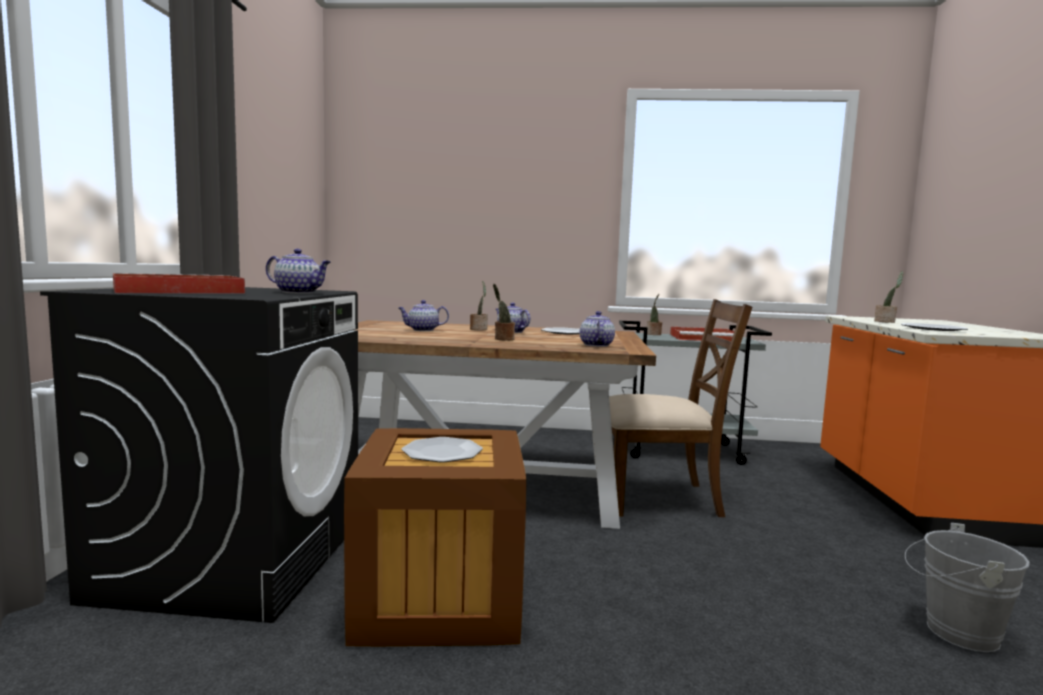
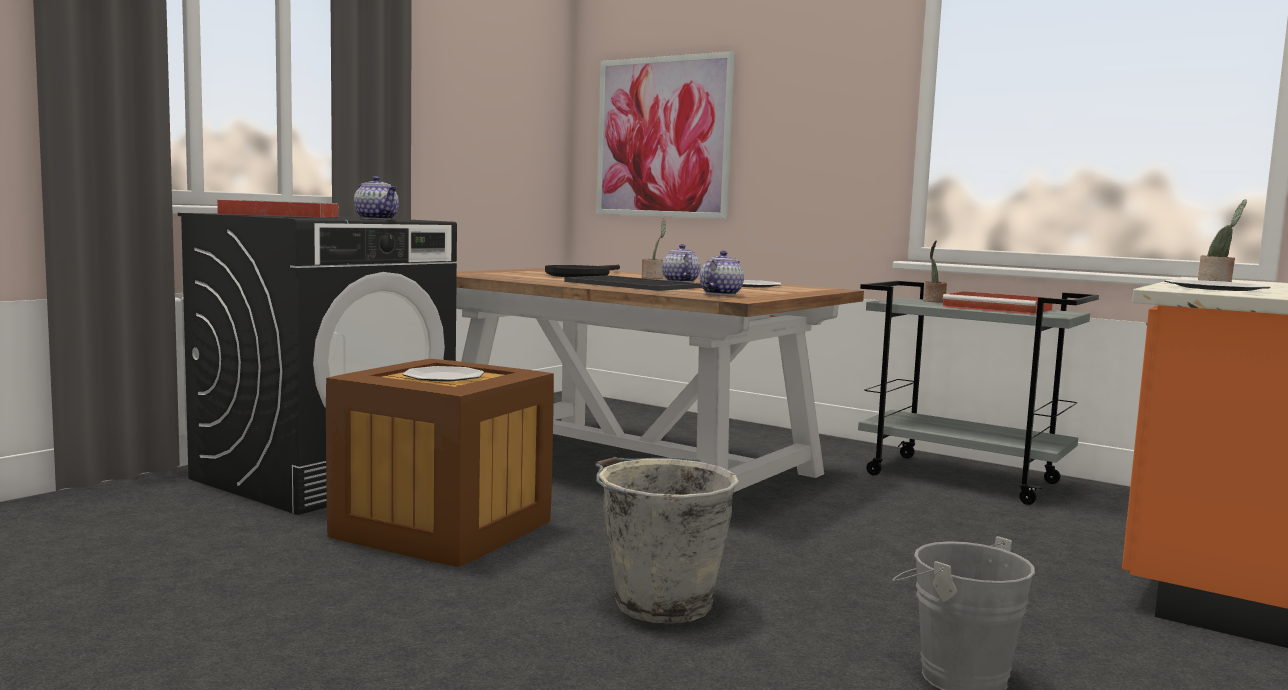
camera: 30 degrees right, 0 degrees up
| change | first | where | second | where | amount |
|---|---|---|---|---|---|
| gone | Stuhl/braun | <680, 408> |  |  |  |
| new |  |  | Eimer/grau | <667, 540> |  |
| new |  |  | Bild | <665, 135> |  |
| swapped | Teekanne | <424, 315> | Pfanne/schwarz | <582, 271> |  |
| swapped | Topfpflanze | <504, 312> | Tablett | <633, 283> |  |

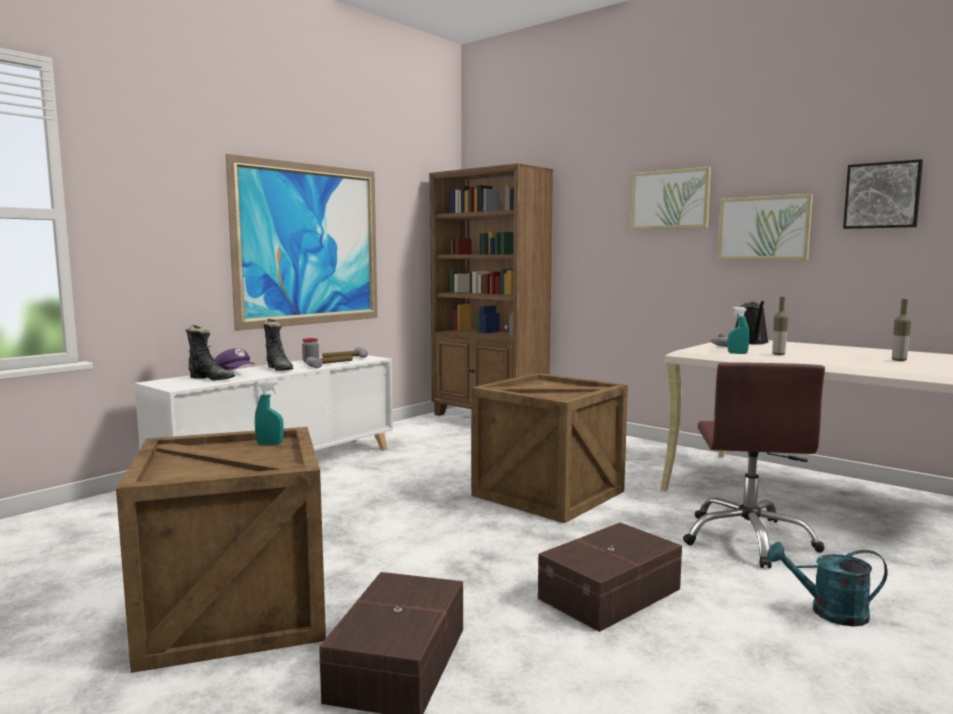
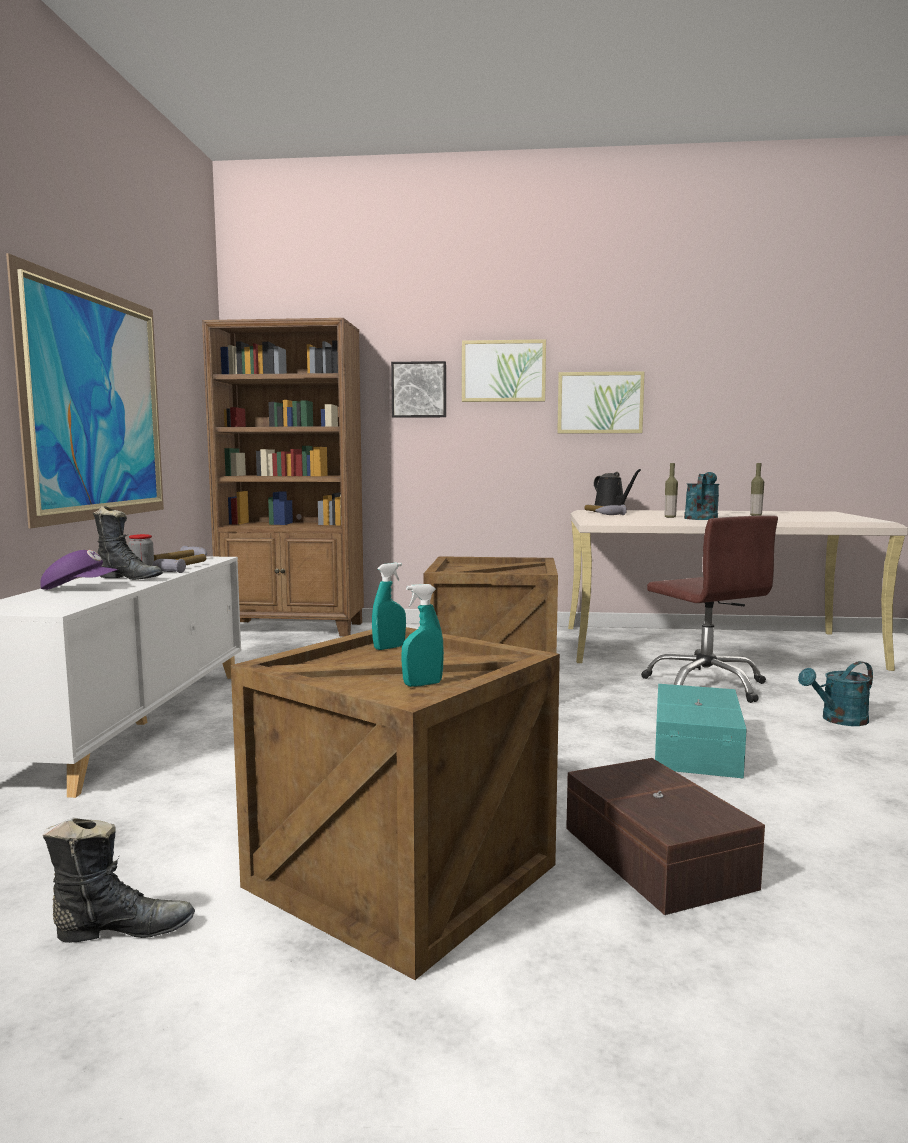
camera: 35 degrees left, 0 degrees up
| change | first | where | second | where | amount |
|---|---|---|---|---|---|
| new |  |  | Gießkanne/türkis | <702, 496> |  |
| shifted | Stiefel/schwarz | <210, 352> |  | <118, 880> |  |
| shifted | Sprühflasche/türkis | <739, 330> |  | <422, 635> |  |
| shifted | Bild | <883, 194> |  | <418, 389> |  |
| repainted | Aufbewahrungsbox/braun | <610, 577> | Aufbewahrungsbox/türkis | <701, 731> |  |

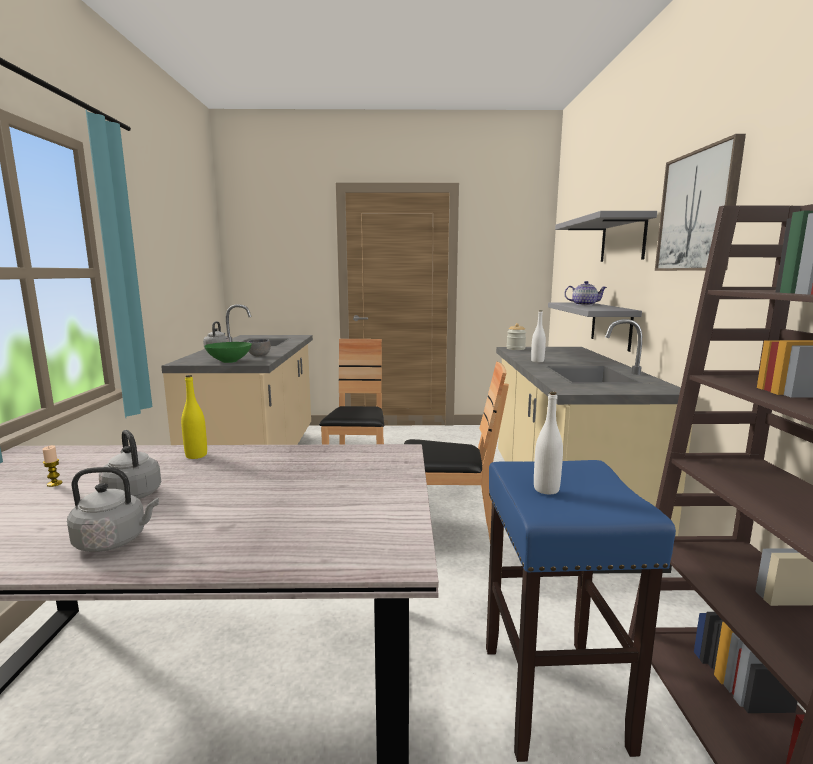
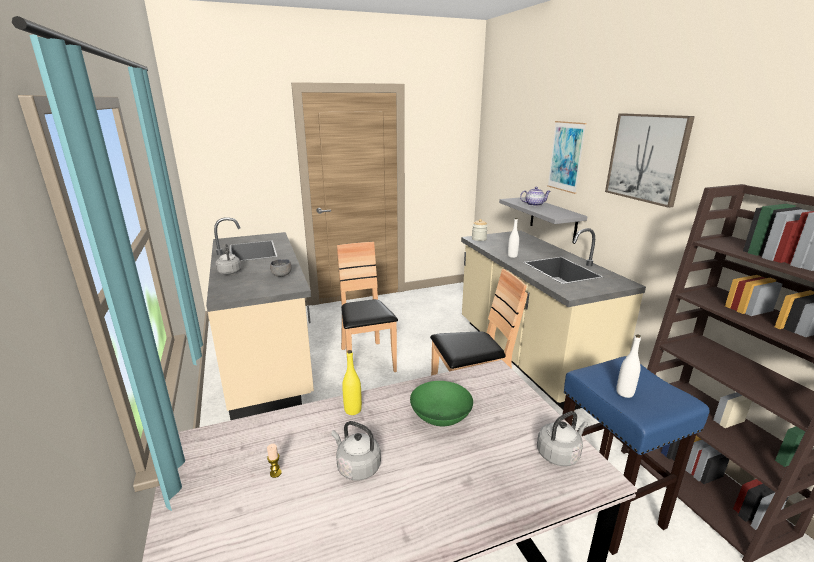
camera: 20 degrees left, 10 degrees up
| change | first | where | second | where | amount |
|---|---|---|---|---|---|
| shifted | Wasserkessel/grau | <113, 509> |  | <562, 438> |  |
| shifted | Schüssel/grün | <228, 352> |  | <441, 403> |  |
| swapped | Wandregal/grau | <606, 236> | Bild | <567, 157> |  |

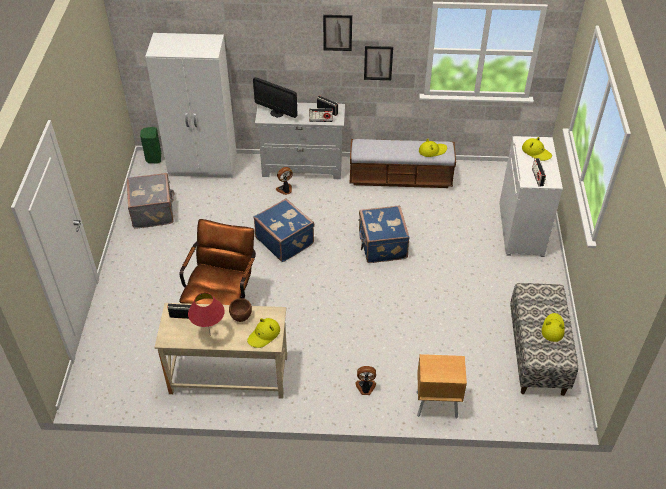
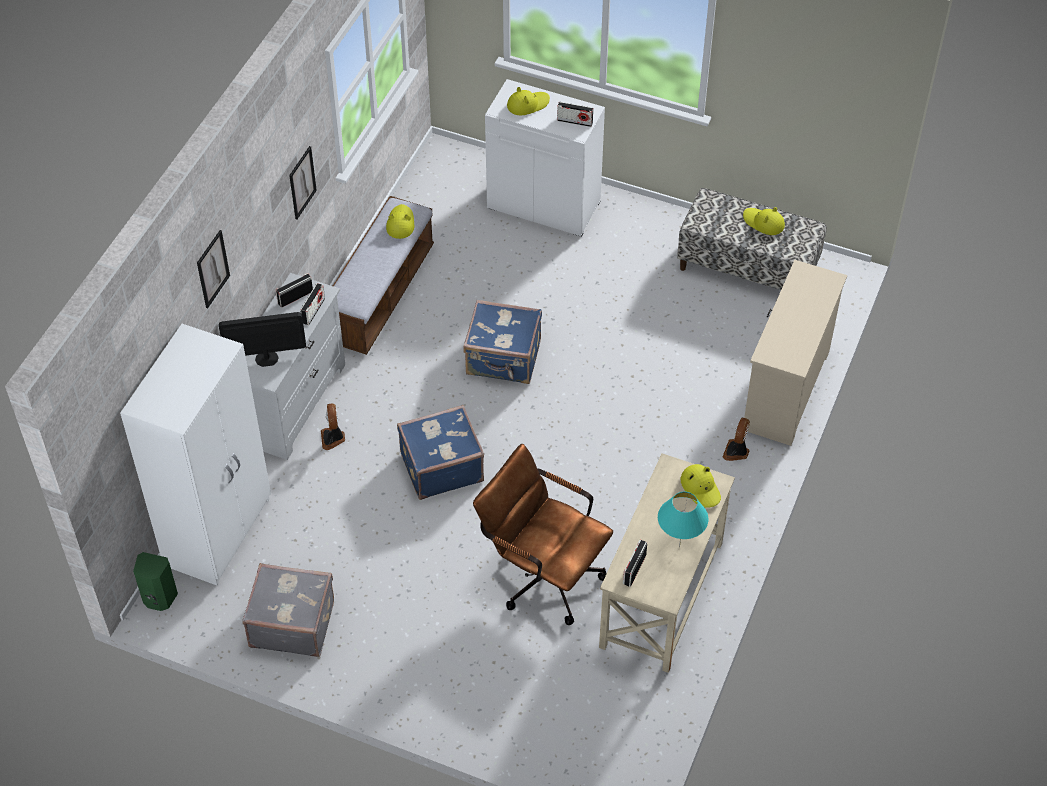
camera: 70 degrees left, 5 degrees up
| change | first | where | second | where | amount |
|---|---|---|---|---|---|
| gone | Schüssel/braun | <240, 310> |  |  |  |
| shifted | Bild | <337, 33> |  | <213, 269> |  |
| swapped | Nachttisch/braun | <441, 386> | Kommode/beige | <795, 353> |  |
| repainted | Tischlampe/rot | <206, 314> | Tischlampe/türkis | <683, 519> |  |
| rotated | Monitor | <275, 97> |  | <262, 339> | 150 degrees counterclockwise |

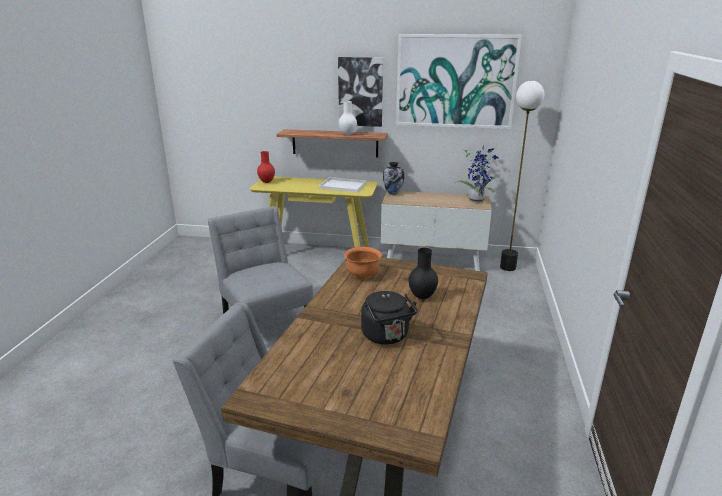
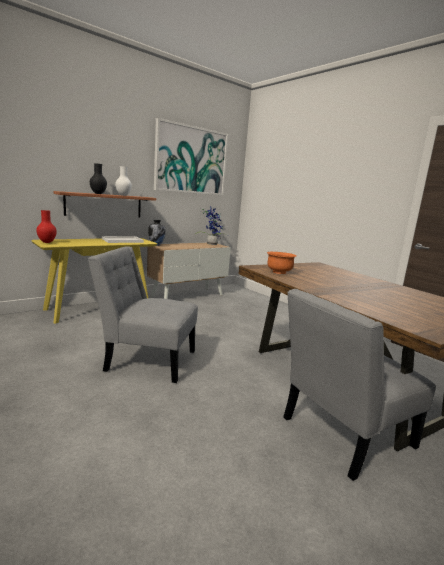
camera: 50 degrees left, 10 degrees down
| change | first | where | second | where | amount |
|---|---|---|---|---|---|
| gone | Bild | <360, 92> |  |  |  |
| gone | Wasserkessel/schwarz | <389, 318> |  |  |  |
| gone | Stehlampe | <522, 176> |  |  |  |
| shifted | Vase/schwarz | <423, 273> |  | <98, 178> |  |

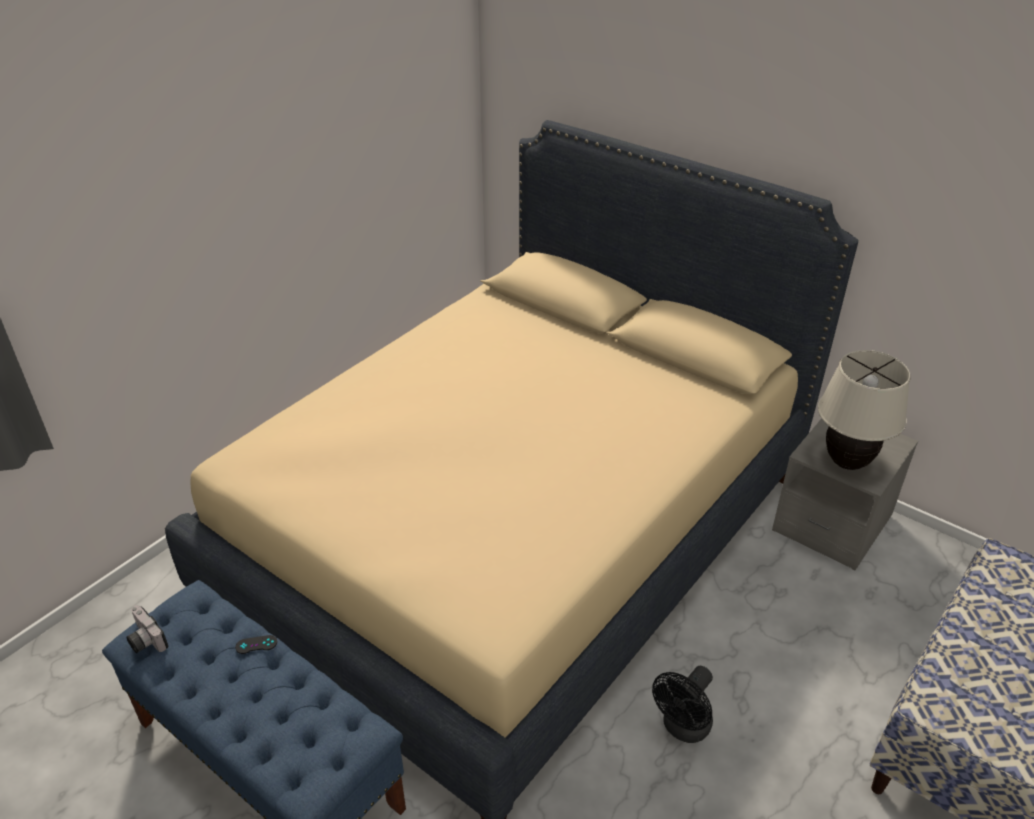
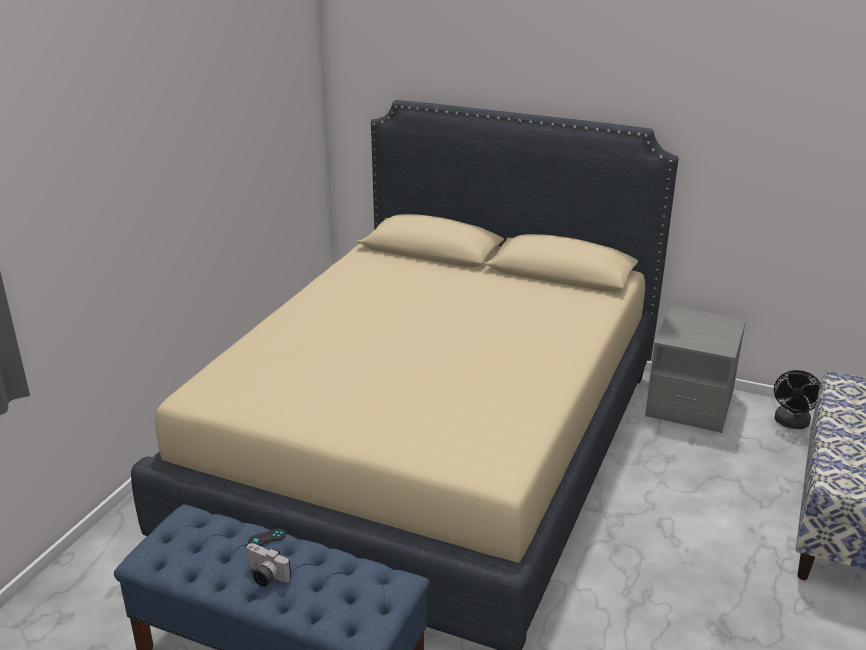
camera: 15 degrees left, 10 degrees down
| change | first | where | second | where | amount |
|---|---|---|---|---|---|
| gone | Tischlampe/beige | <864, 410> |  |  |  |
| shifted | Kamera | <147, 629> |  | <268, 565> |  |
| shifted | Ventilator/schwarz | <682, 704> |  | <797, 399> |  |

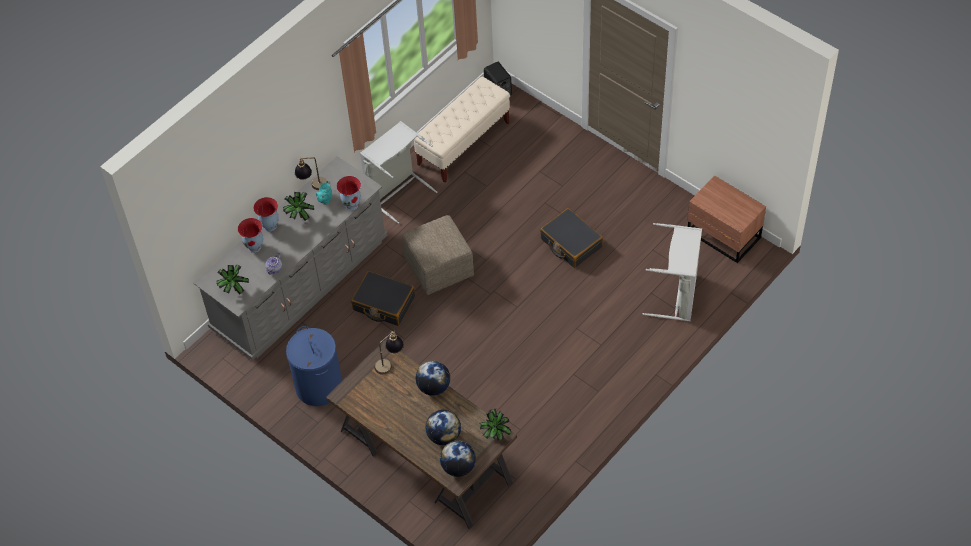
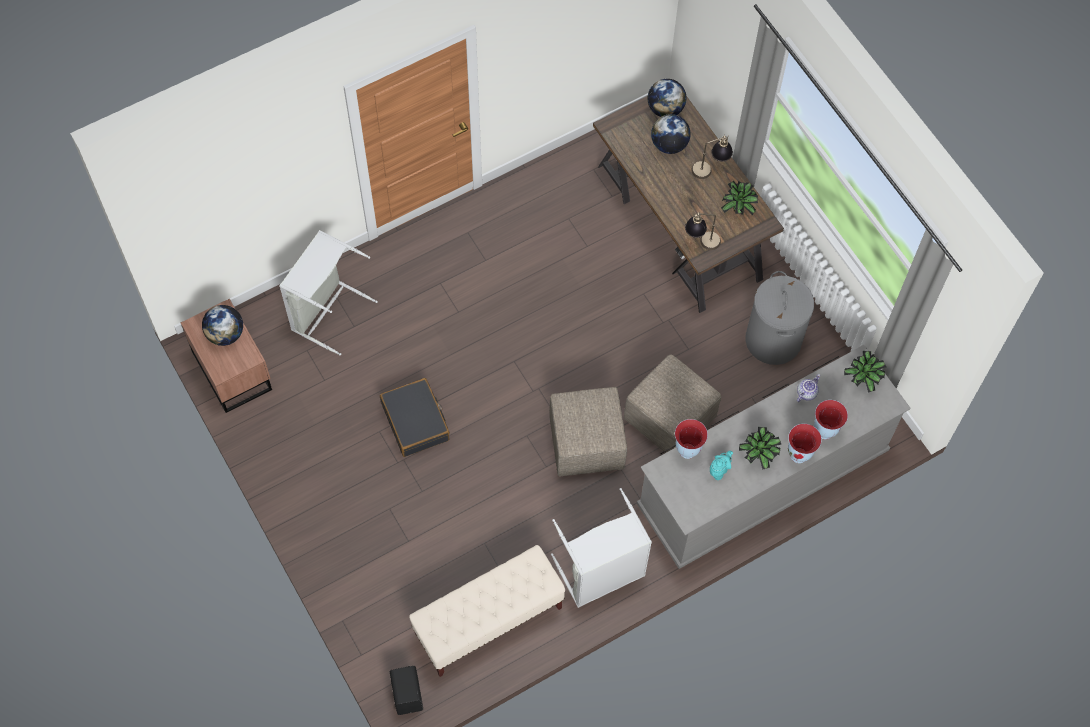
camera: 165 degrees left, 10 degrees up
| change | first | where | second | where | amount |
|---|---|---|---|---|---|
| shifted | Tischlampe | <311, 174> |  | <712, 157> |  |
| shifted | Globus | <433, 378> |  | <222, 325> |  |
| shifted | Topfpflanze | <495, 425> |  | <739, 198> |  |
| swapped | Koffer/schwarz | <383, 298> | Polsterhocker/beige | <672, 403> |  |
| repainted | Wäschekorb/blau | <314, 366> | Wäschekorb/grau | <780, 318> |  |

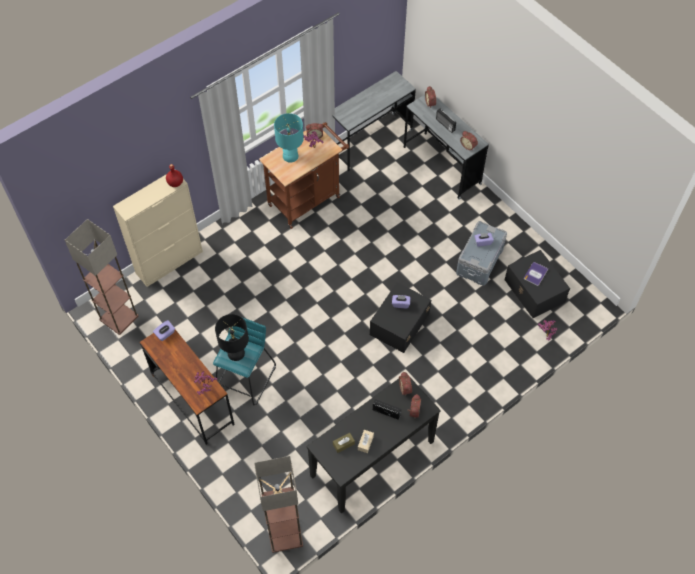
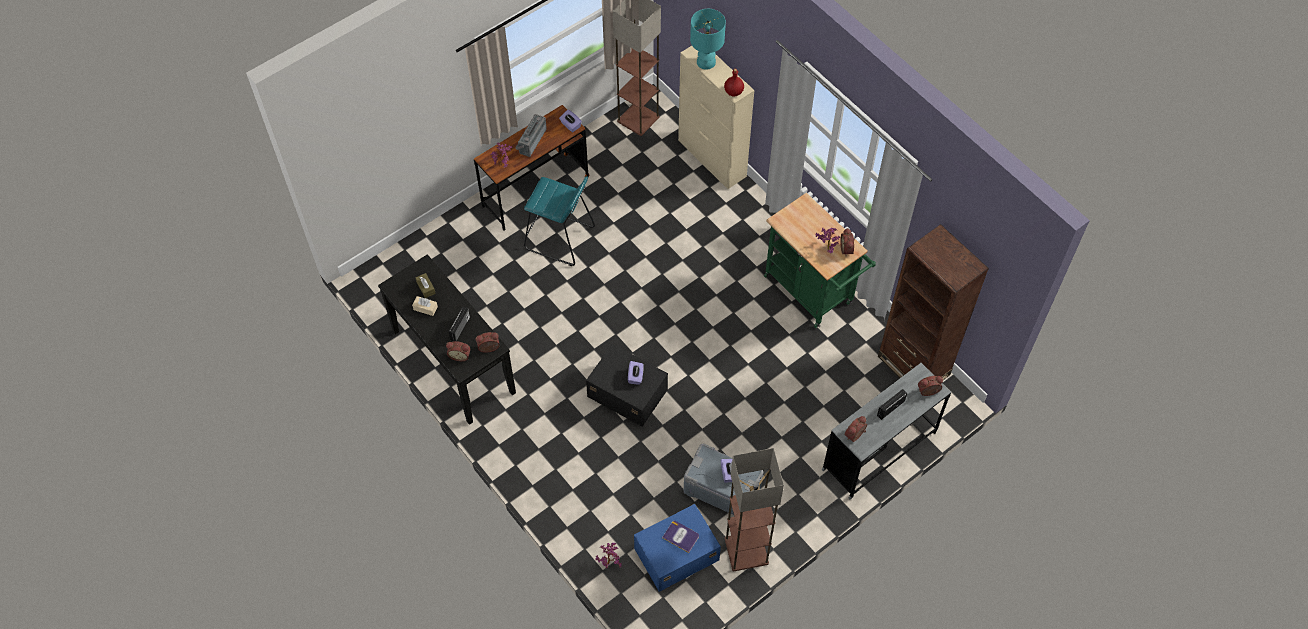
camera: 90 degrees right, 0 degrees up
| change | first | where | second | where | amount |
|---|---|---|---|---|---|
| gone | Tischlampe/schwarz | <232, 337> |  |  |  |
| new |  |  | Radio | <531, 135> |  |
| shifted | Stehlampe | <278, 504> |  | <754, 510> |  |
| shifted | Tischlampe/türkis | <289, 137> |  | <708, 39> |  |
| swapped | Schreibtisch/grau | <374, 121> | Bücherregal/braun | <933, 302> |  |
| repainted | Rollwagen/braun | <304, 175> | Rollwagen/grün | <820, 260> |  |
| repainted | Aufbewahrungsbox/schwarz | <537, 284> | Aufbewahrungsbox/blau | <677, 548> |  |

